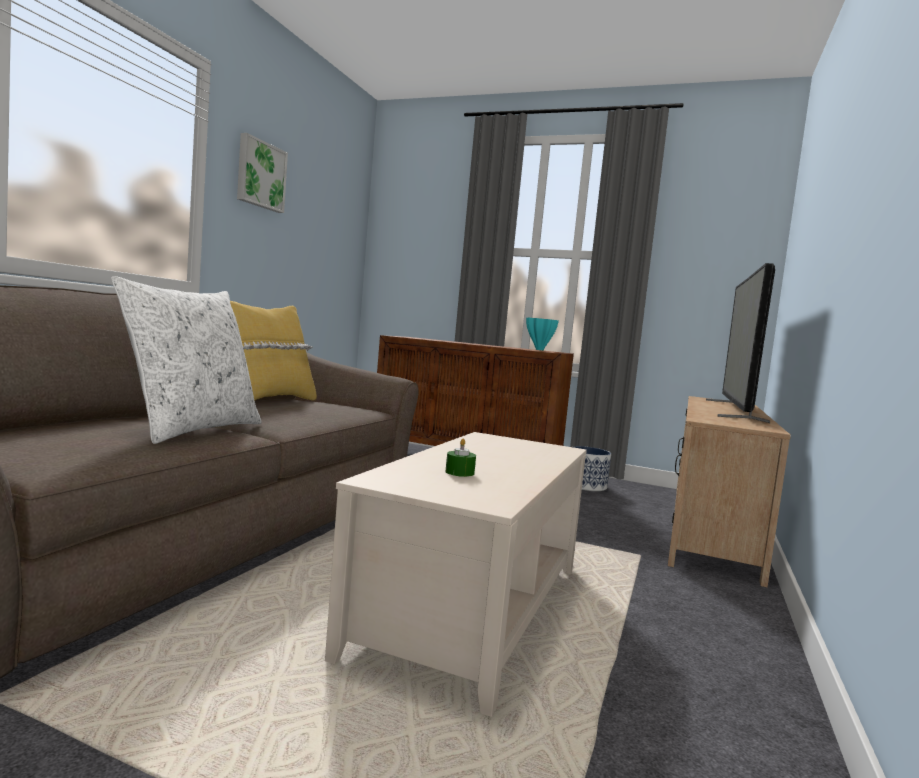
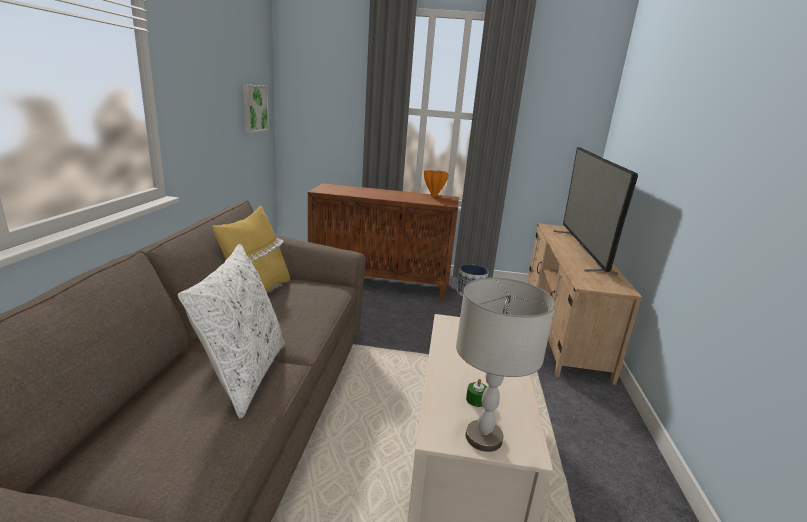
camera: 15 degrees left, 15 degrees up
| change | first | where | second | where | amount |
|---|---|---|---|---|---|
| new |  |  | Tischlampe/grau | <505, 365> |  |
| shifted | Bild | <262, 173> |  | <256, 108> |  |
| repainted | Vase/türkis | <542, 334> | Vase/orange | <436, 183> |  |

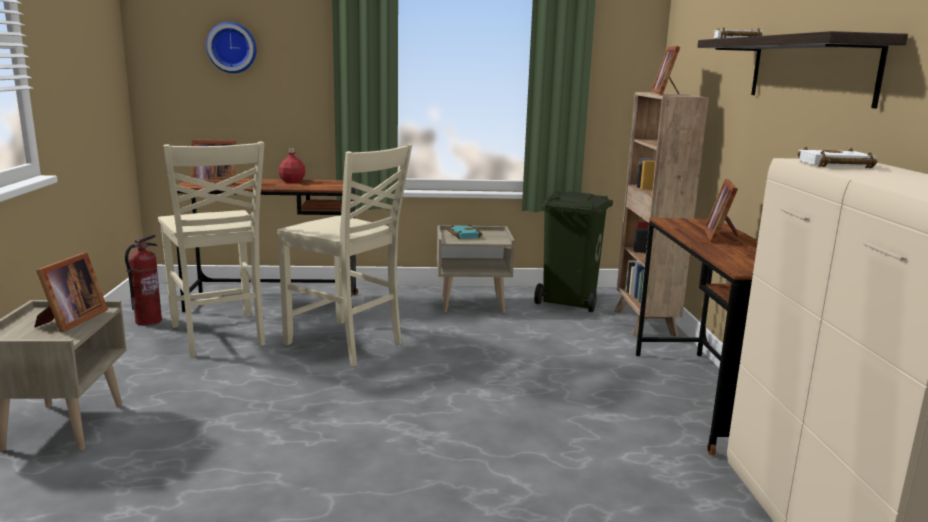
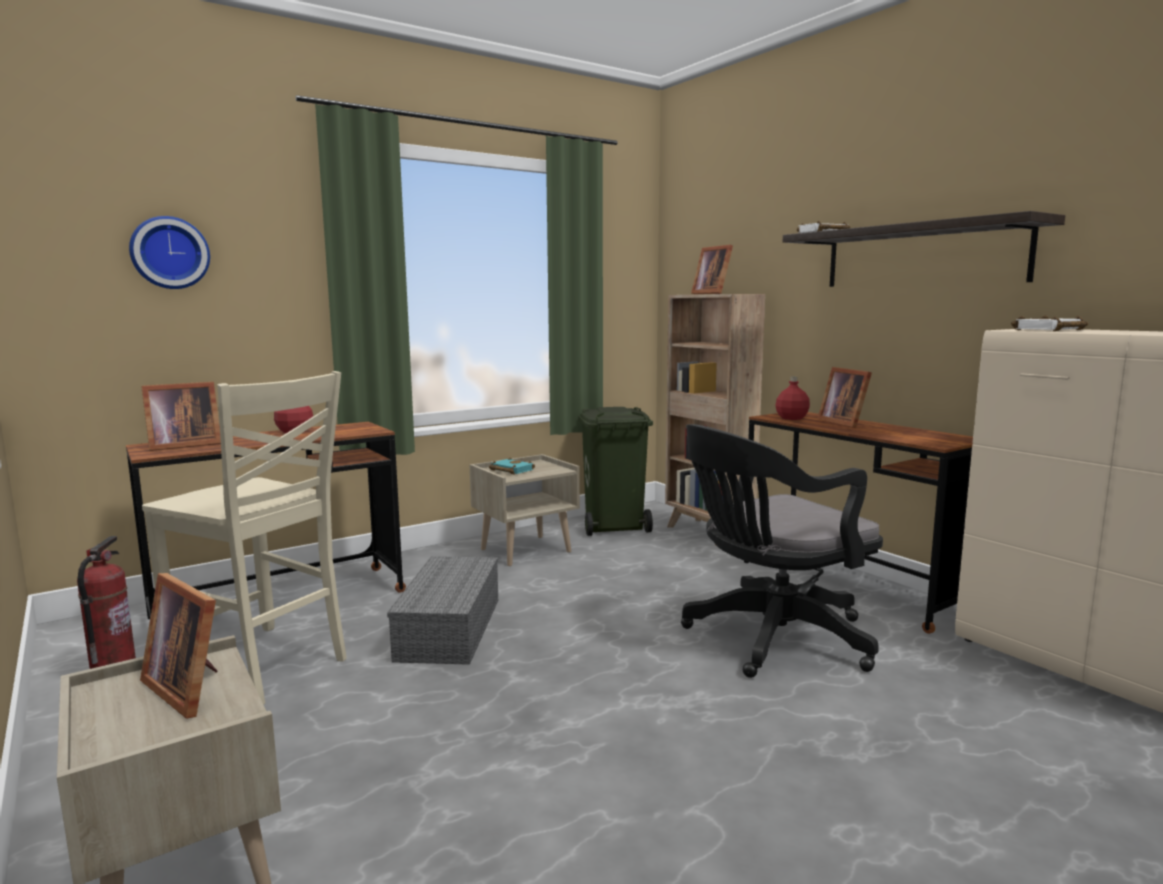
camera: 30 degrees left, 5 degrees down
| change | first | where | second | where | amount |
|---|---|---|---|---|---|
| new |  |  | Bürostuhl/schwarz | <782, 551> |  |
| new |  |  | Flasche/rot | <793, 398> |  |
| swapped | Stuhl/beige | <344, 255> | Aufbewahrungsbox/grau | <442, 610> |  |
| rotated | Bilderrahmen | <71, 292> |  | <179, 646> | 150 degrees clockwise |

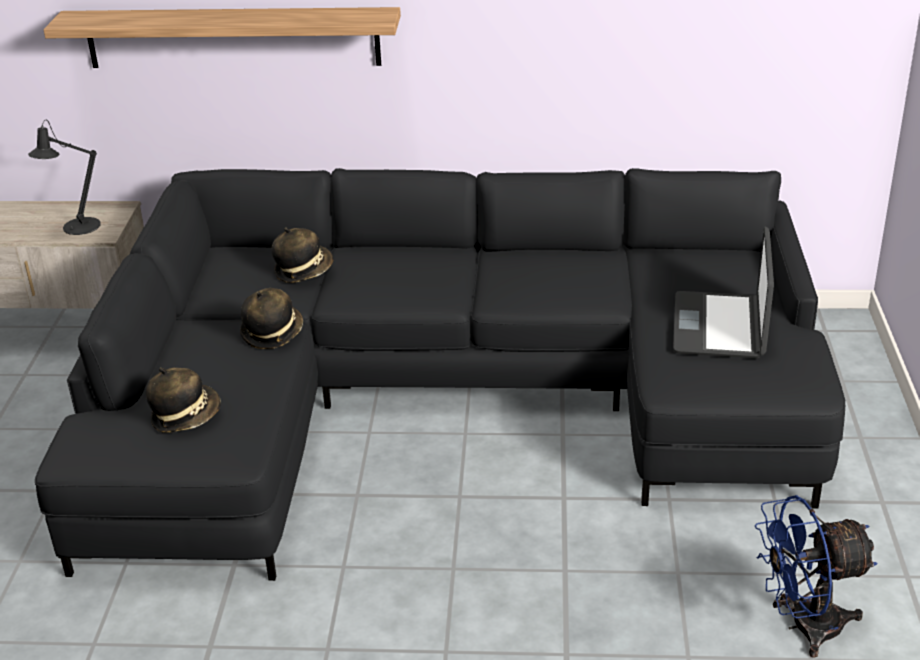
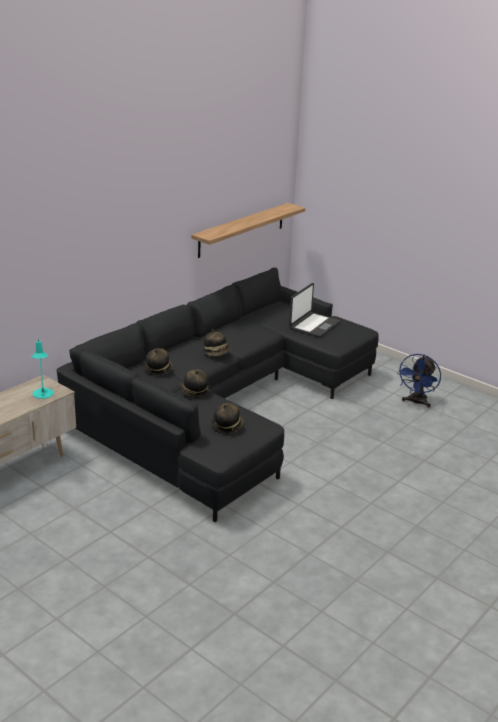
camera: 55 degrees left, 5 degrees down
| change | first | where | second | where | amount |
|---|---|---|---|---|---|
| new |  |  | Hut | <216, 342> |  |
| shifted | Wandregal | <222, 37> |  | <248, 230> |  |
| repainted | Tischlampe/schwarz | <64, 177> | Tischlampe/türkis | <42, 368> |  |
| rotated | Laptop | <723, 292> |  | <314, 310> | 105 degrees counterclockwise |

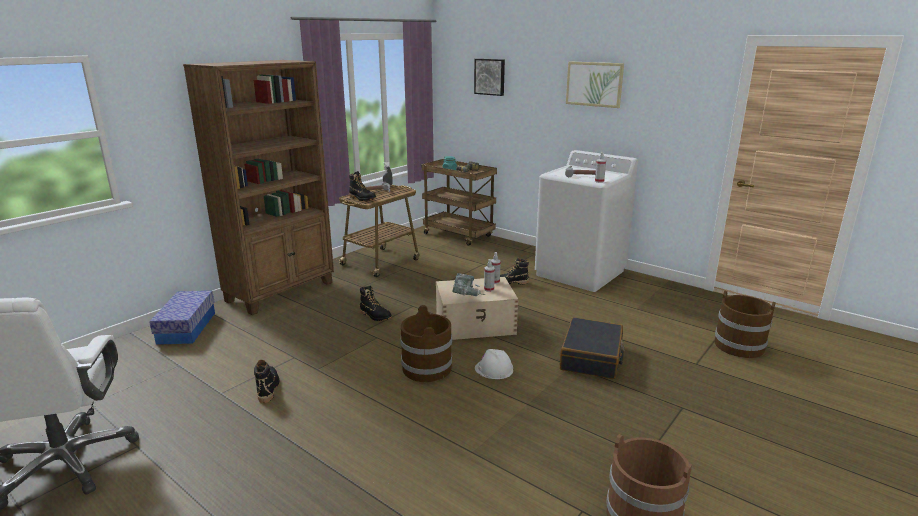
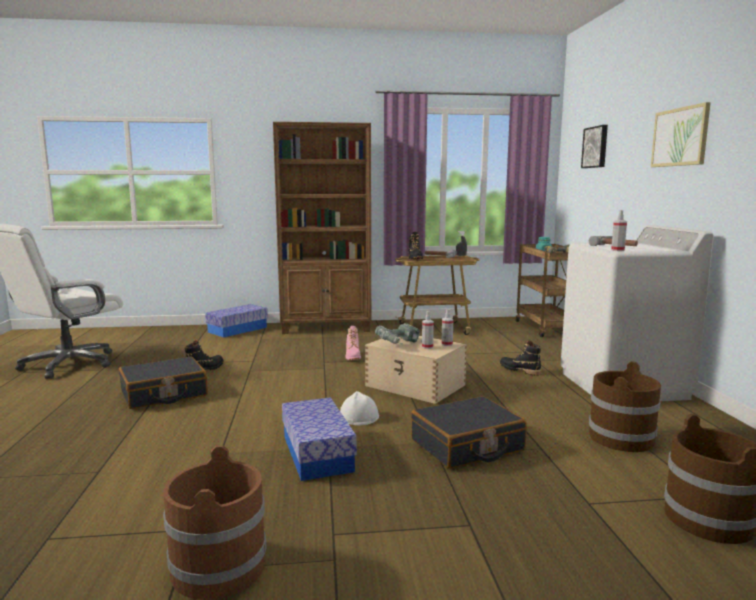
camera: 45 degrees right, 10 degrees down
| change | first | where | second | where | amount |
|---|---|---|---|---|---|
| new |  |  | Koffer/schwarz | <163, 383> |  |
| new |  |  | Aufbewahrungsbox | <319, 439> |  |
| shifted | Eimer/braun | <426, 343> |  | <625, 406> |  |
| repainted | Stiefel/schwarz | <376, 303> | Stiefel/rosa | <353, 343> |  |

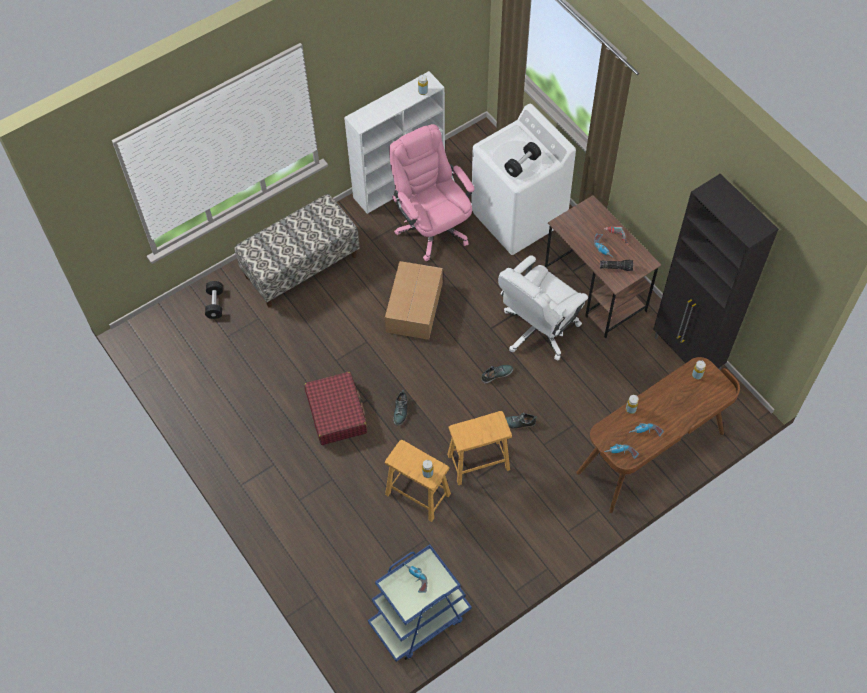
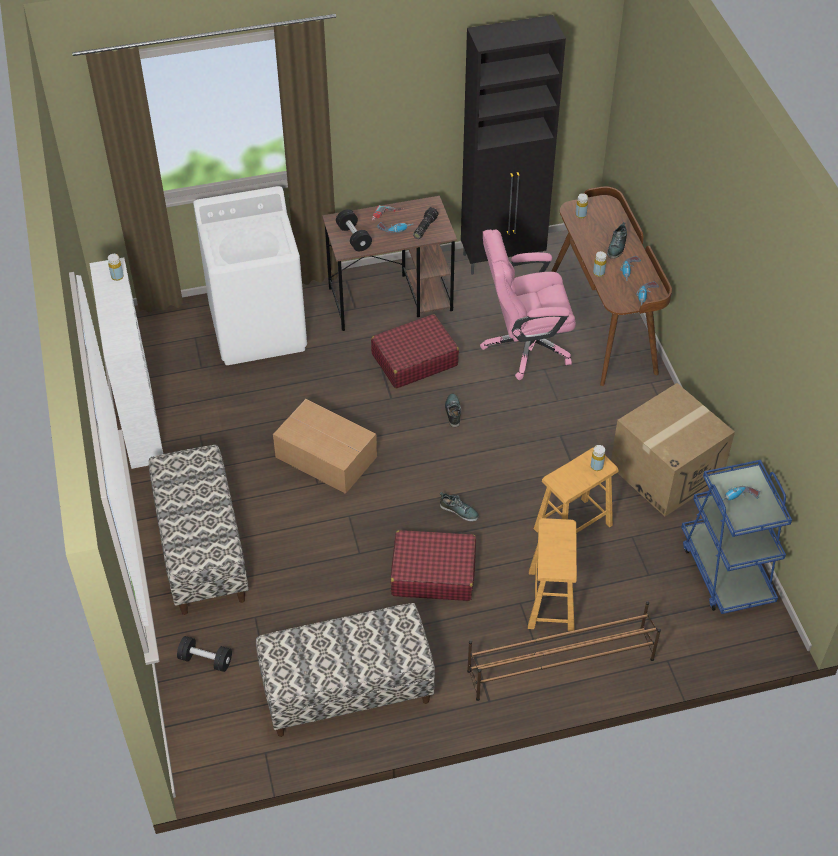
camera: 70 degrees left, 10 degrees down
| change | first | where | second | where | amount |
|---|---|---|---|---|---|
| new |  |  | Bank | <345, 670> |  |
| new |  |  | Schuhregal/braun | <564, 651> |  |
| new |  |  | Karton | <673, 449> |  |
| shifted | Bürostuhl/rosa | <432, 192> |  | <528, 304> |  |
| shifted | Hocker/braun | <479, 448> |  | <552, 574> |  |
| shifted | Hantel/schwarz | <523, 159> |  | <354, 230> |  |
| shifted | Schuh | <521, 421> |  | <617, 240> |  |
| swapped | Bürostuhl/weiß | <543, 308> | Koffer/rot | <415, 351> |  |

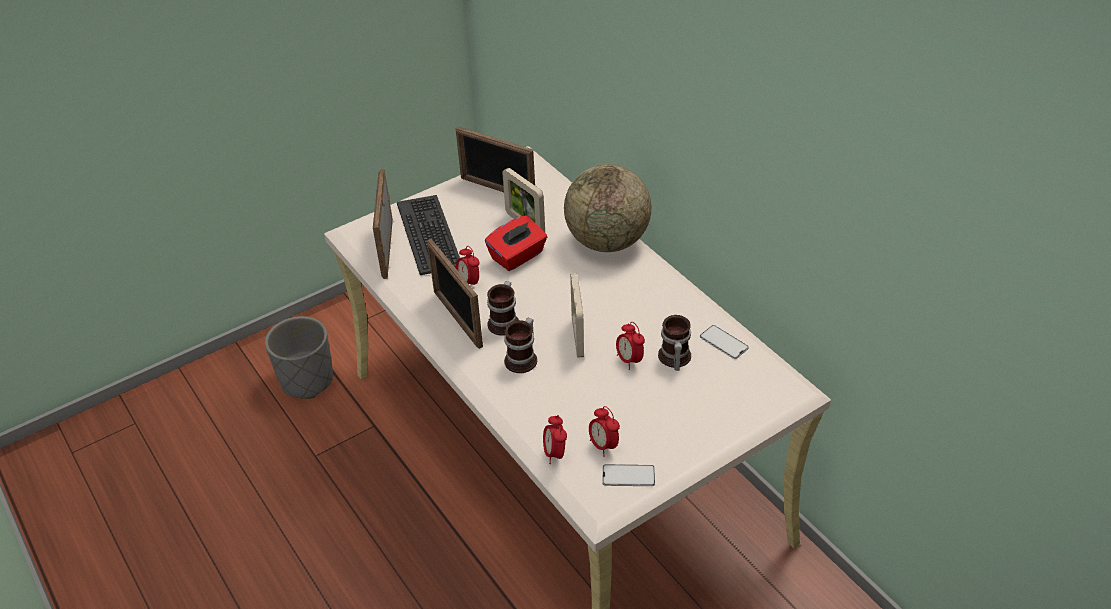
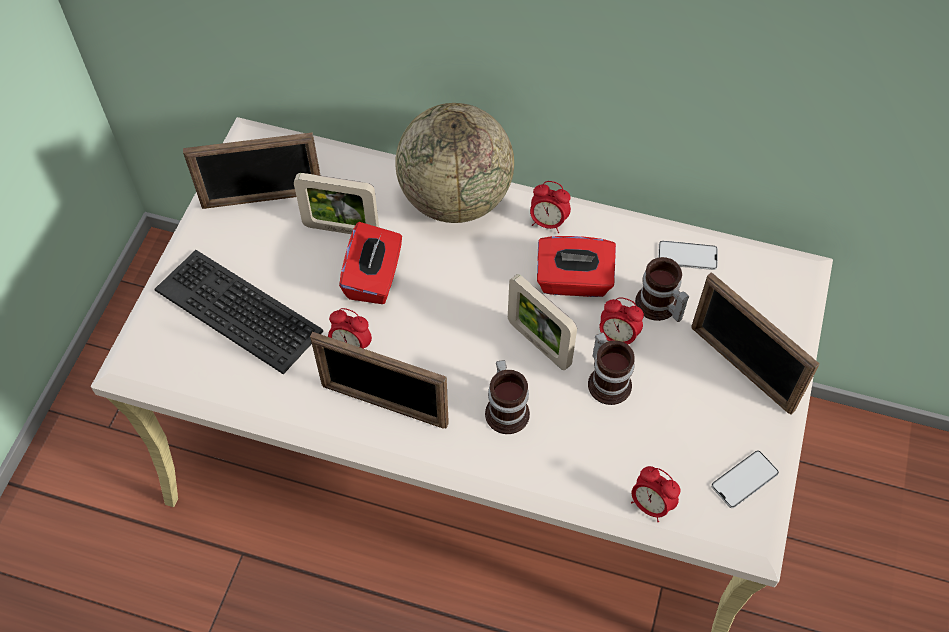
camera: 40 degrees left, 15 degrees up
| change | first | where | second | where | amount |
|---|---|---|---|---|---|
| gone | Pflanzkübel/grau | <299, 357> |  |  |  |
| new |  |  | Taschentuchbox/rot | <576, 266> |  |
| shifted | Bilderrahmen | <383, 224> |  | <755, 343> |  |
| shifted | Henkelbecher | <503, 308> |  | <611, 368> |  |
| shifted | Wecker | <604, 431> |  | <550, 207> |  |

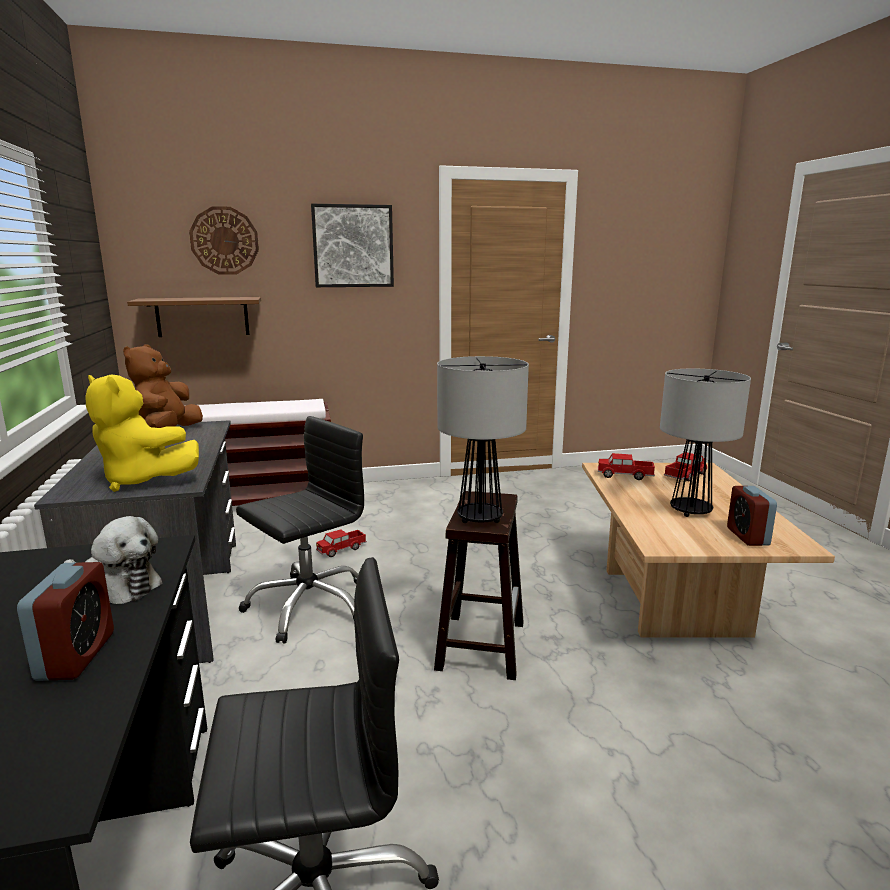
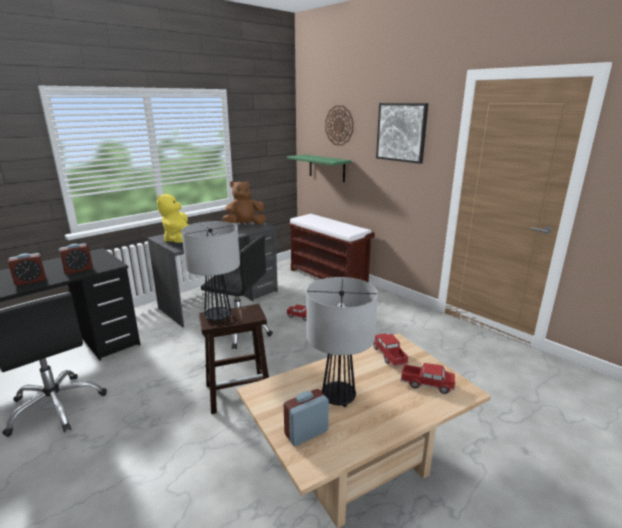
camera: 60 degrees right, 5 degrees up
| change | first | where | second | where | amount |
|---|---|---|---|---|---|
| swapped | Plüschtier | <113, 560> | Wecker | <76, 258> |  |
| repainted | Wandregal/braun | <194, 317> | Wandregal/grün | <319, 168> |  |

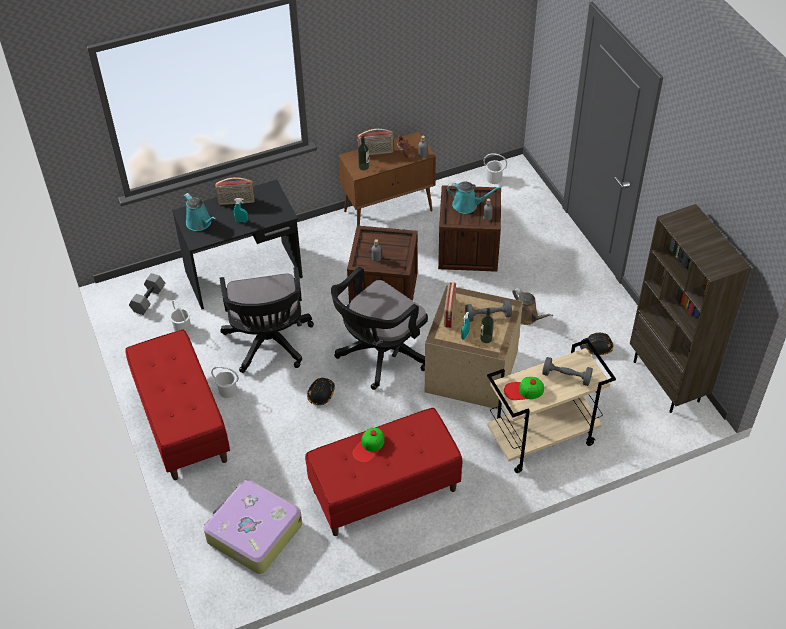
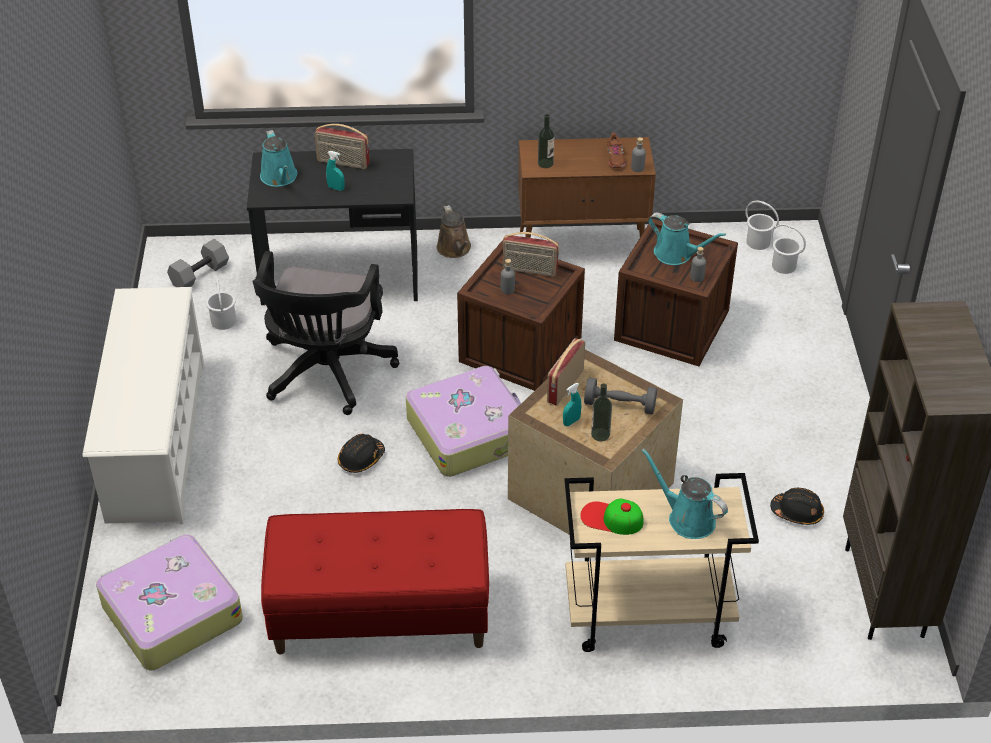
camera: 20 degrees right, 5 degrees down
| change | first | where | second | where | amount |
|---|---|---|---|---|---|
| gone | Kappe | <369, 445> |  |  |  |
| shifted | Eimer/weiß | <225, 382> |  | <788, 249> |  |
| shifted | Radio | <375, 142> |  | <531, 254> |  |
| shifted | Gießkanne/braun | <532, 306> |  | <454, 231> |  |
| swapped | Bank/rot | <177, 405> | Schuhregal/weiß | <143, 405> |  |
| swapped | Bürostuhl/schwarz | <379, 328> | Koffer | <463, 421> |  |
| swapped | Hantel/grau | <567, 371> | Gießkanne/türkis | <684, 493> |  |

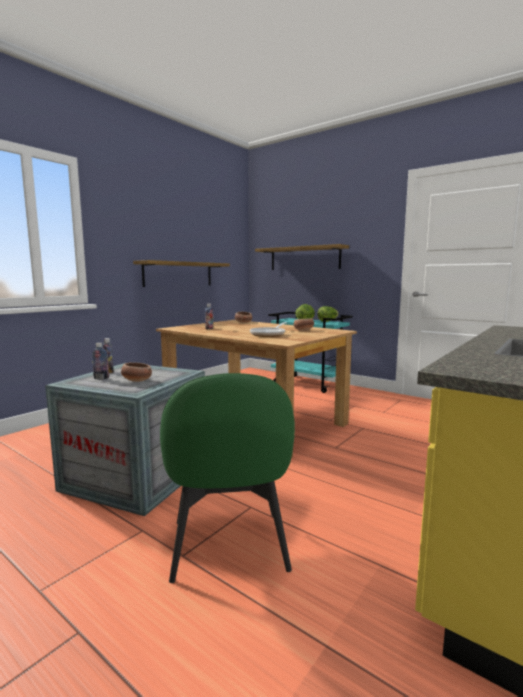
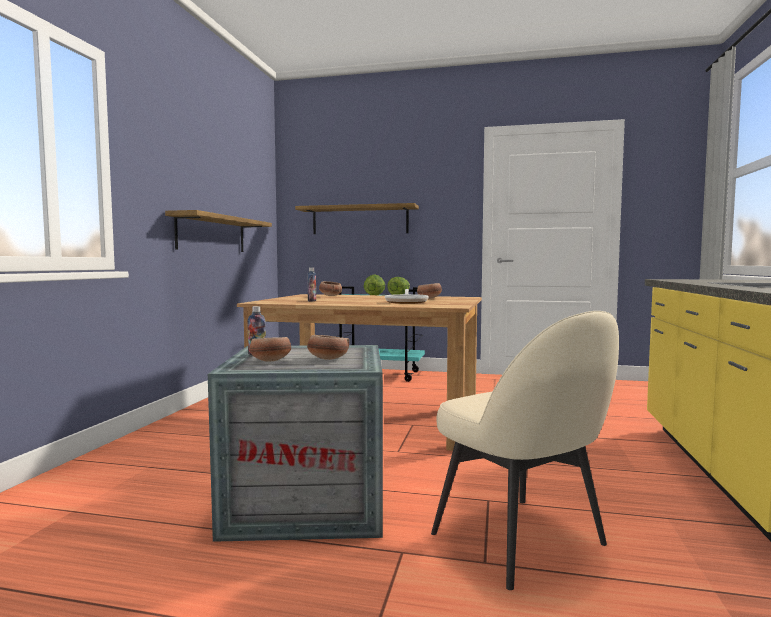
camera: 25 degrees left, 5 degrees down
| change | first | where | second | where | amount |
|---|---|---|---|---|---|
| swapped | Flasche | <100, 361> | Schüssel | <270, 349> |  |
| repainted | Stuhl/grün | <227, 478> | Stuhl/beige | <525, 450> |  |

